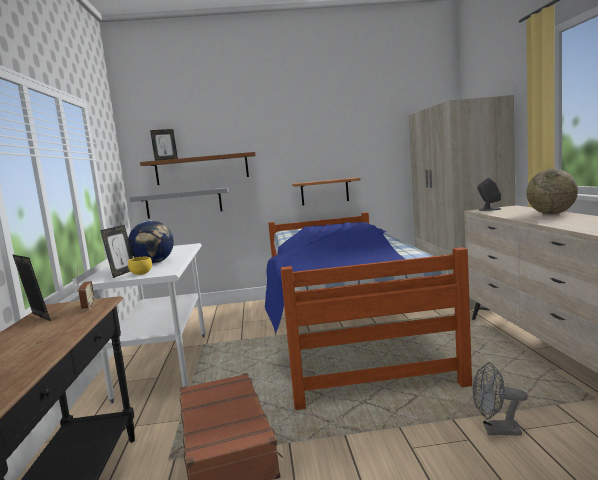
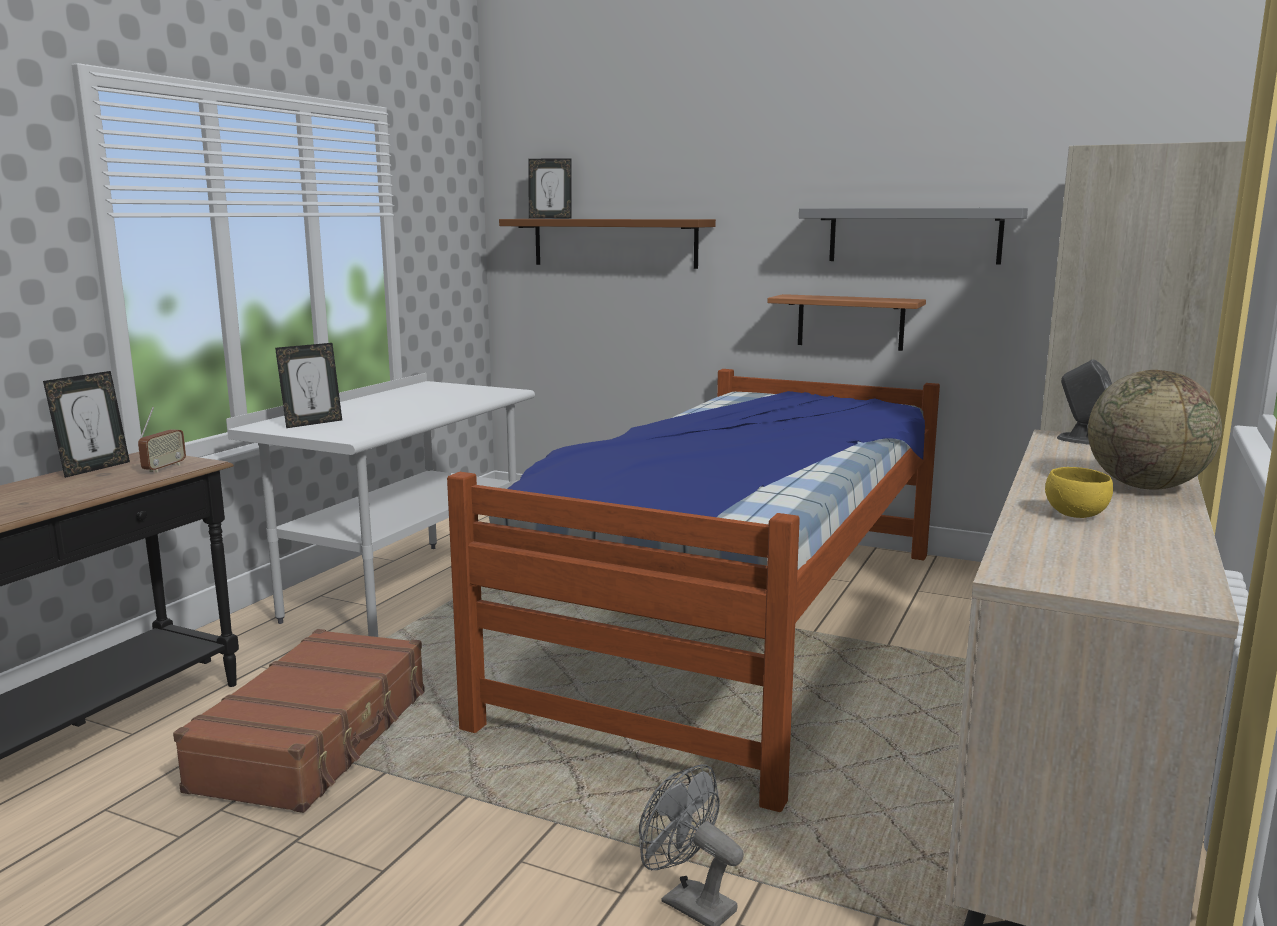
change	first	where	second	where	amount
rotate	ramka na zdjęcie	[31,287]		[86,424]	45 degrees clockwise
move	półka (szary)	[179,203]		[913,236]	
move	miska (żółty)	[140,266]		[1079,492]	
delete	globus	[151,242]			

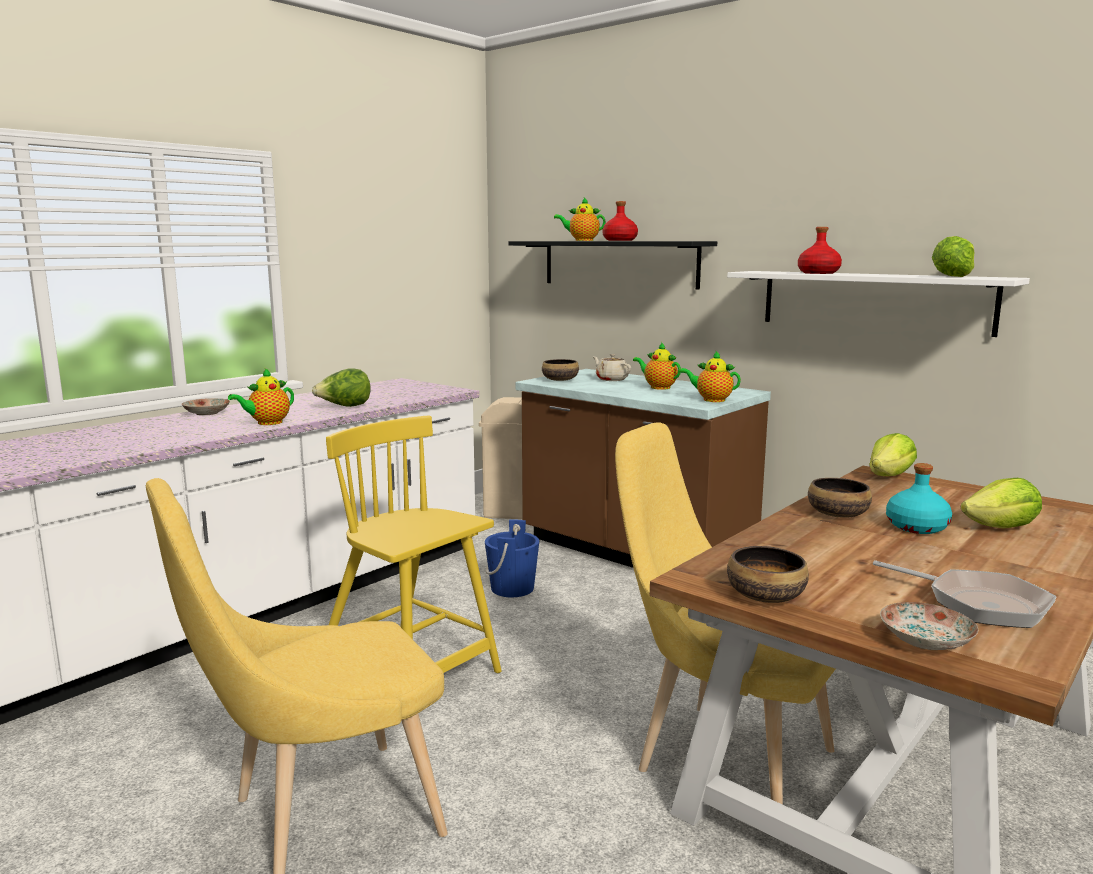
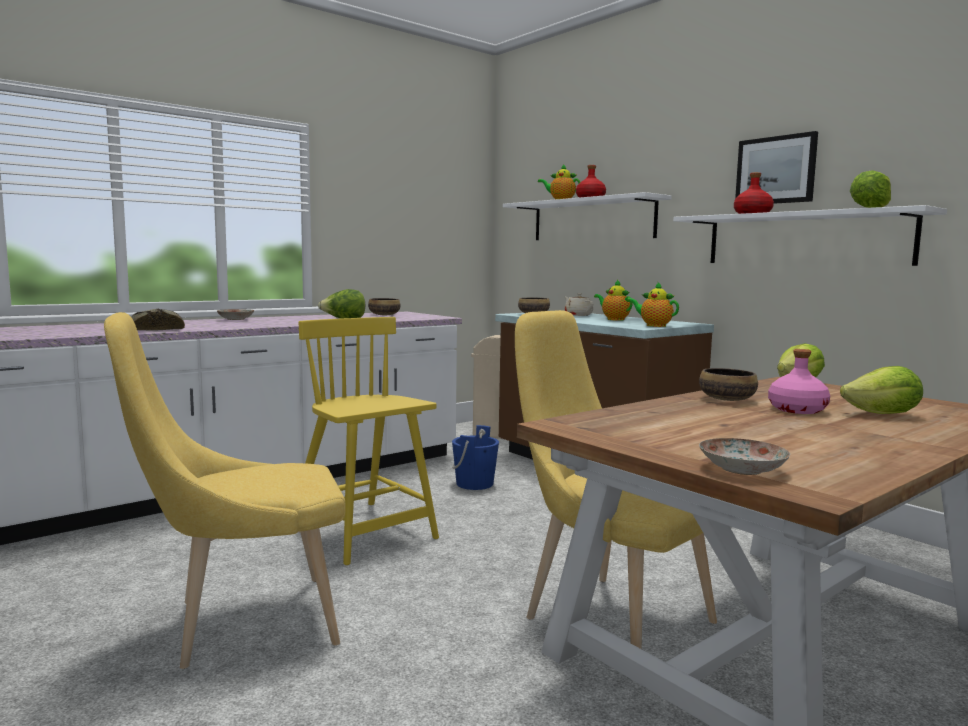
change	first	where	second	where	amount
insert			chleb	[158,319]	
move	miska	[768,574]		[384,306]	
recolor	półka (czarny)	[612,265]	półka (biały)	[587,216]	
insert			obraz	[776,167]	
recolor	butelka (turkusowy)	[919,498]	butelka (różowy)	[799,381]	
delete	imbryk	[261,396]			
delete	patelnia	[964,594]			

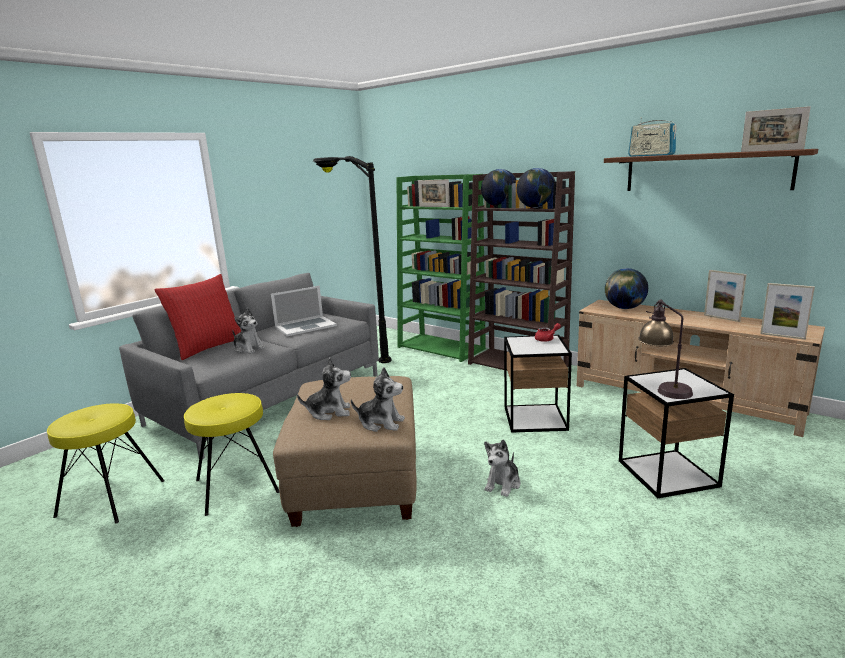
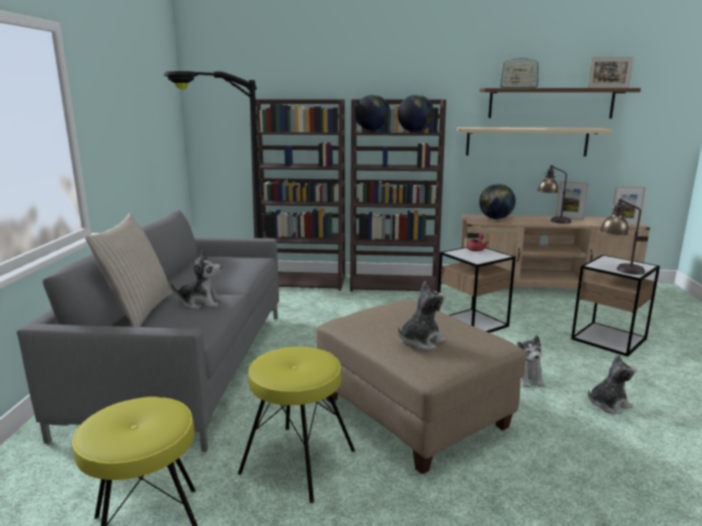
change	first	where	second	where	amount
recolor	poduszka (czerwony)	[197,317]	poduszka (beżowy)	[128,270]	
recolor	regał (zielony)	[441,268]	regał (brązowy)	[297,195]	
insert			półka (beżowy)	[534,142]	
insert			lampa stołowa	[554,194]	
move	pluszak	[378,399]		[612,384]	
delete	laptop	[304,311]			
delete	ramka na zdjęcie	[434,193]			

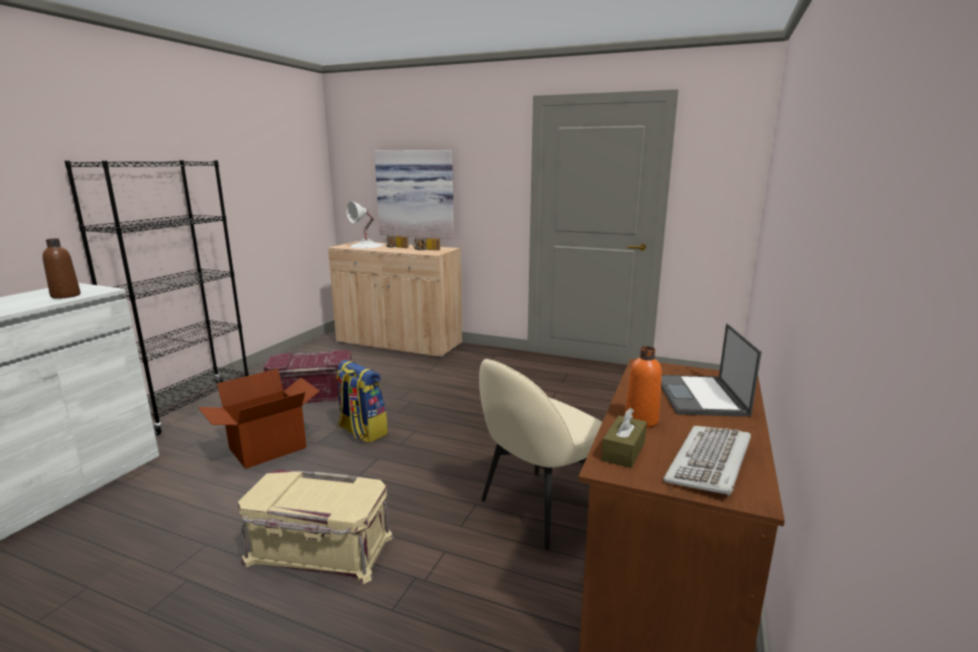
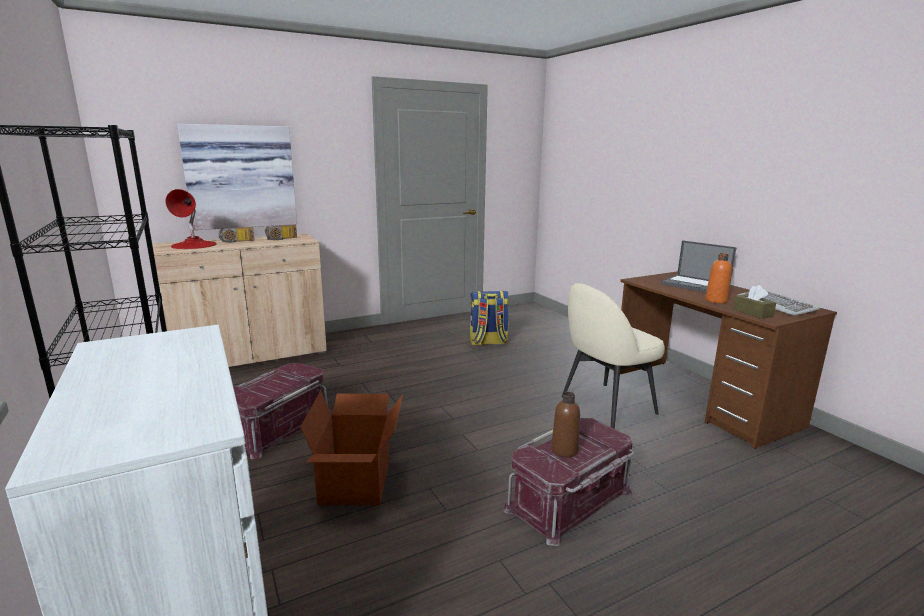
change	first	where	second	where	amount
recolor	lampa stołowa (biały)	[364,225]	lampa stołowa (czerwony)	[191,219]	
move	plecak	[362,401]		[489,318]	
recolor	pojemnik do przechowywania (beżowy)	[316,526]	pojemnik do przechowywania (czerwony)	[569,482]	
move	butelka (brązowy)	[61,268]		[565,424]	
rotate	krzesło (beżowy)	[540,455]		[613,356]	60 degrees clockwise

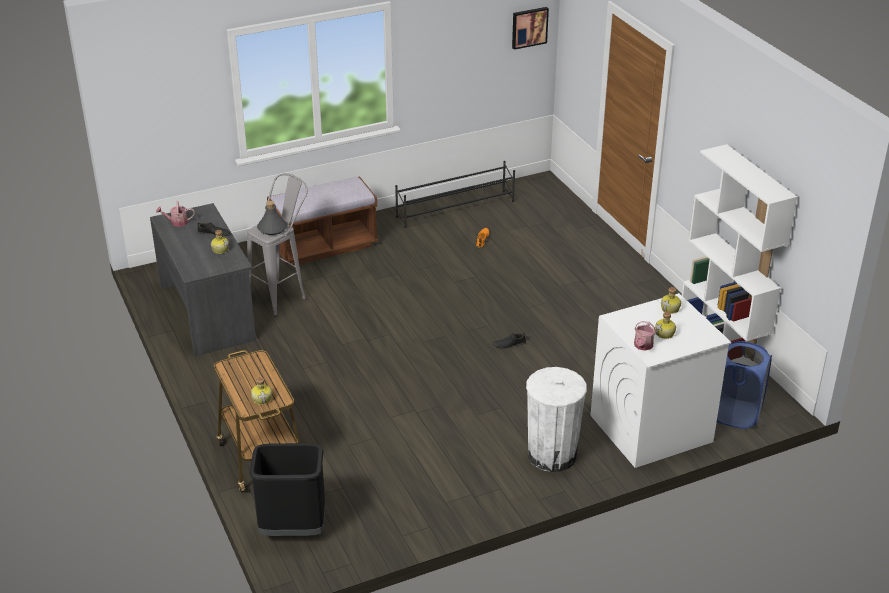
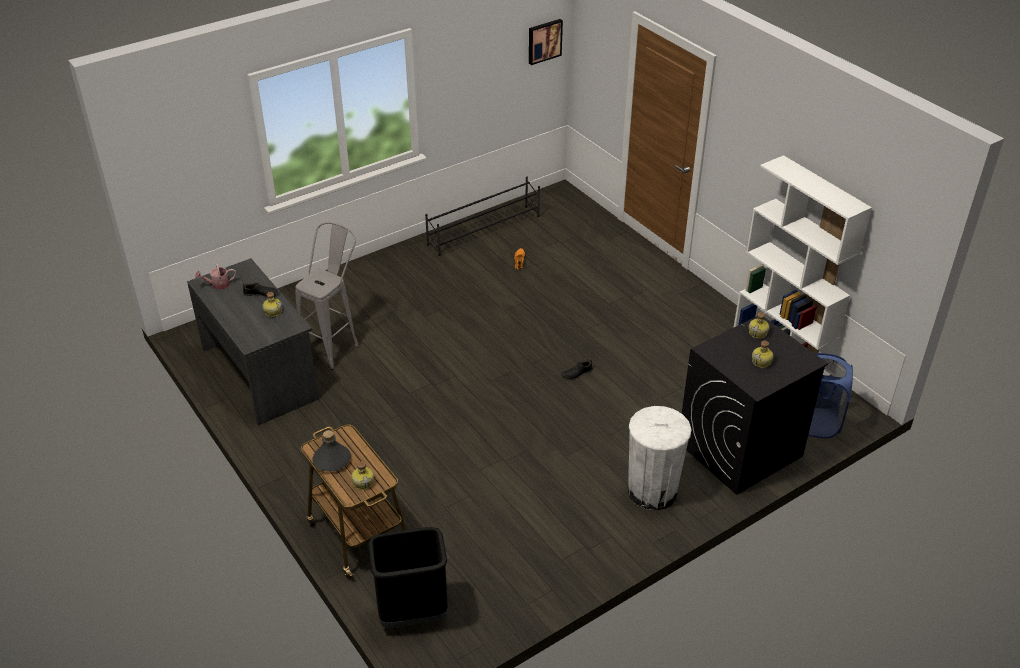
change	first	where	second	where	amount
move	butelka (szary)	[272,218]		[332,451]	
recolor	pralka (biały)	[661,380]	pralka (czarny)	[755,405]	
delete	ławka (brązowy)	[323,221]			
delete	konewka	[645,336]			

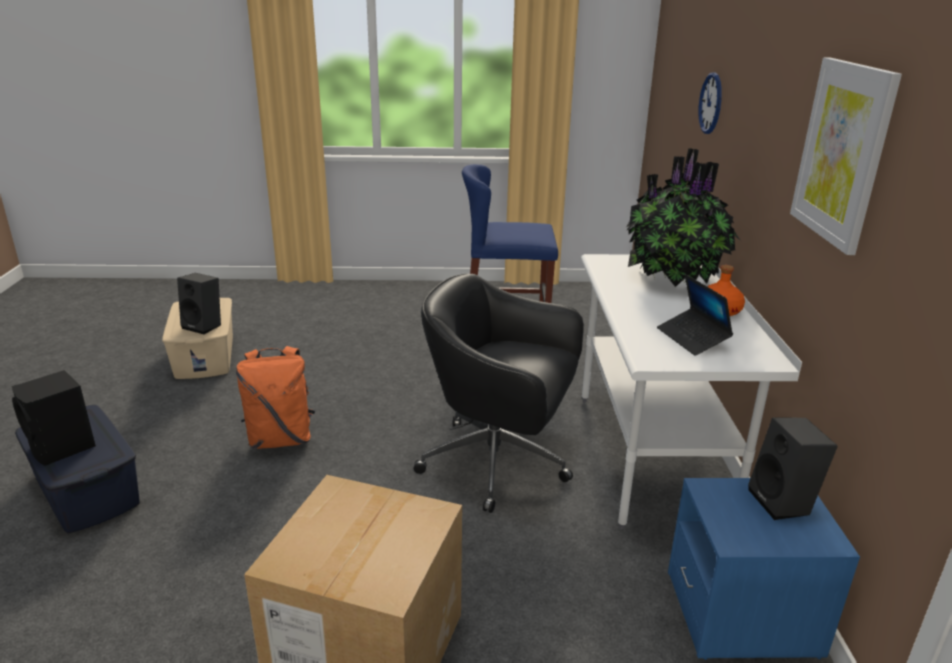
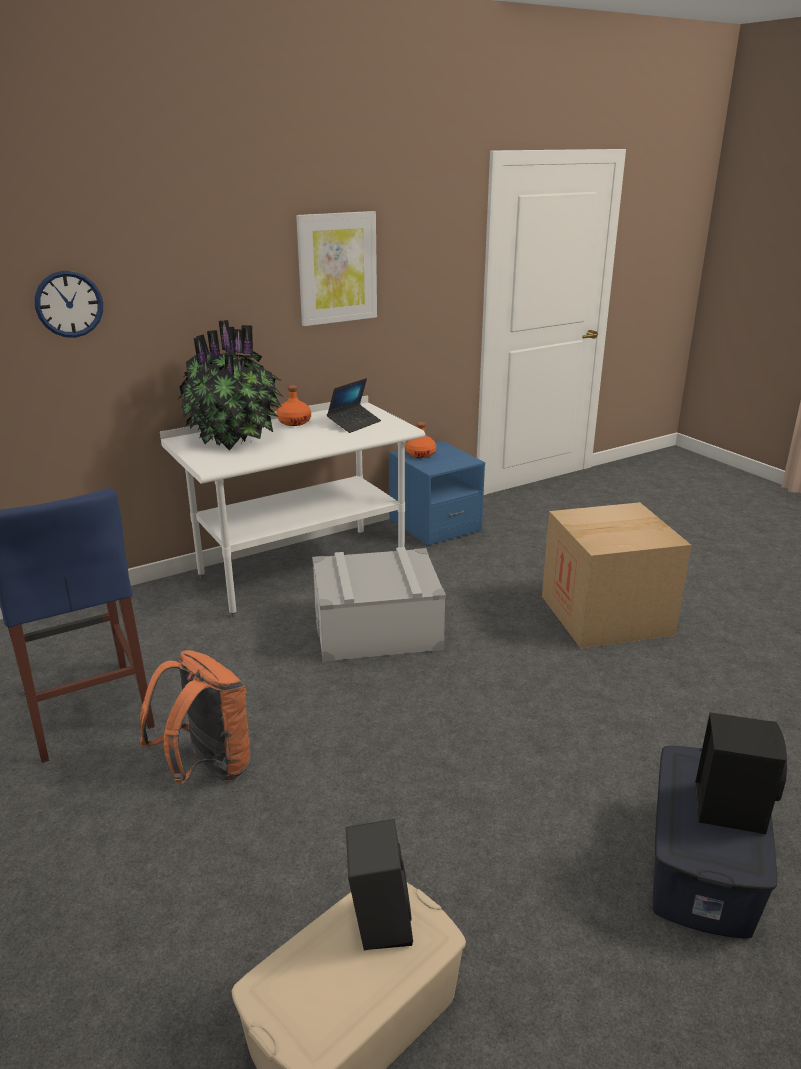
change	first	where	second	where	amount
move	plecak (pomarańczowy)	[275,397]		[195,717]	
replace	krzesło biurowe (czarny)	[499,393]	pojemnik do przechowywania (szary)	[379,604]	
replace	głośnik (czarny)	[793,468]	butelka (pomarańczowy)	[421,440]	

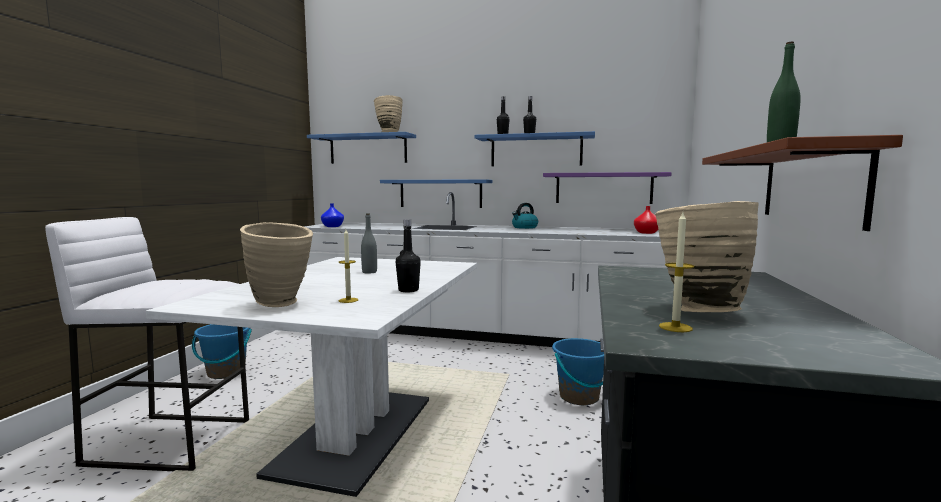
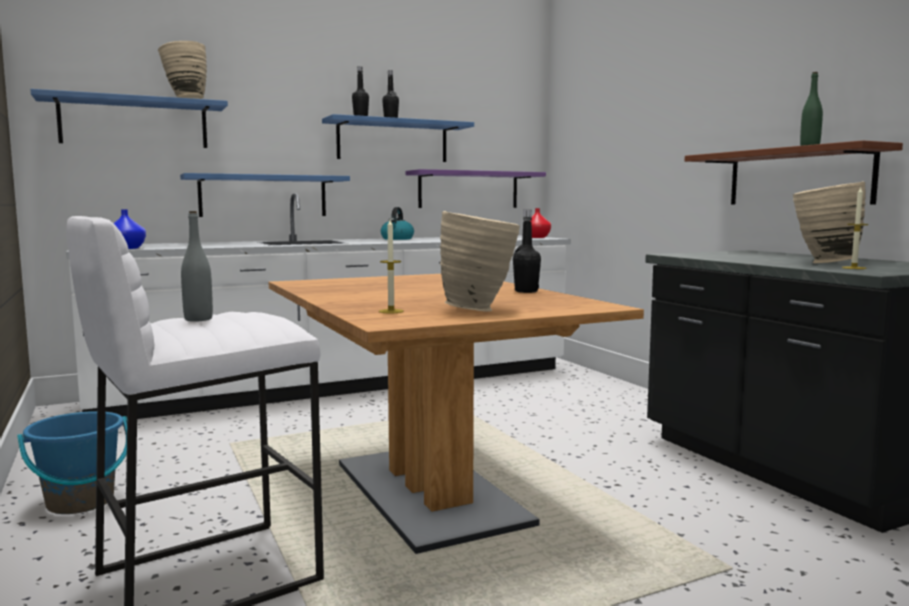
change	first	where	second	where	amount
move	butelka (szary)	[369,243]		[197,266]	
recolor	stół jadalny (biały)	[311,377]	stół jadalny (brązowy)	[456,414]	
move	świeca	[349,266]		[391,266]	
delete	wiadro (niebieski)	[578,371]			

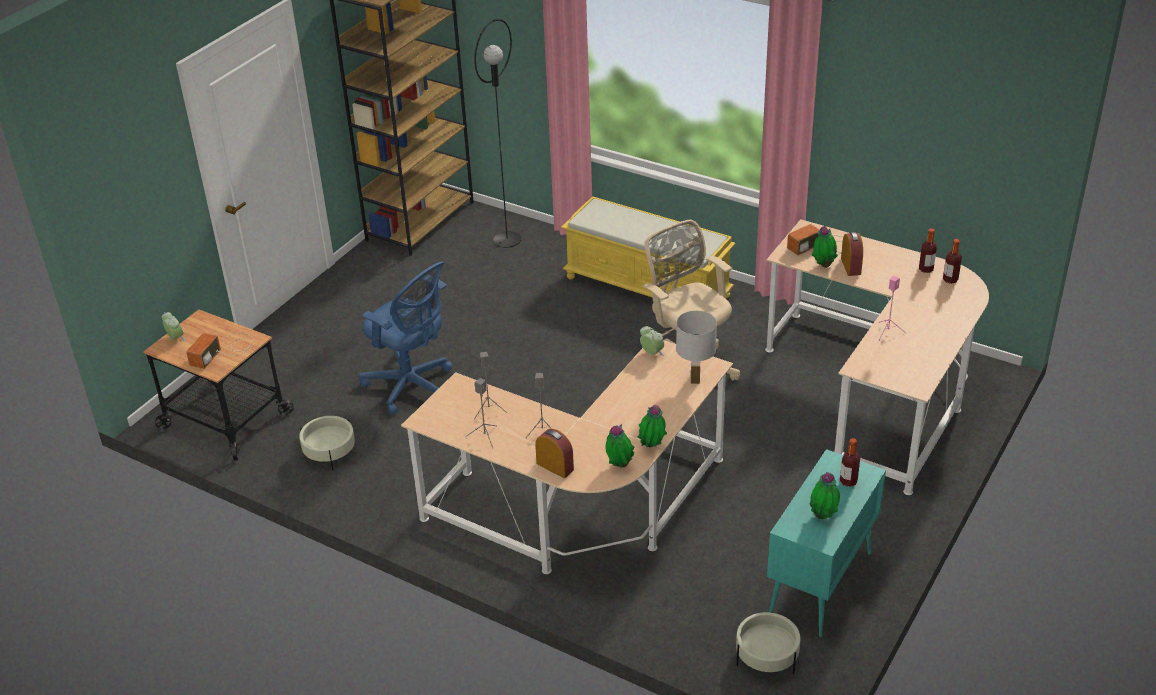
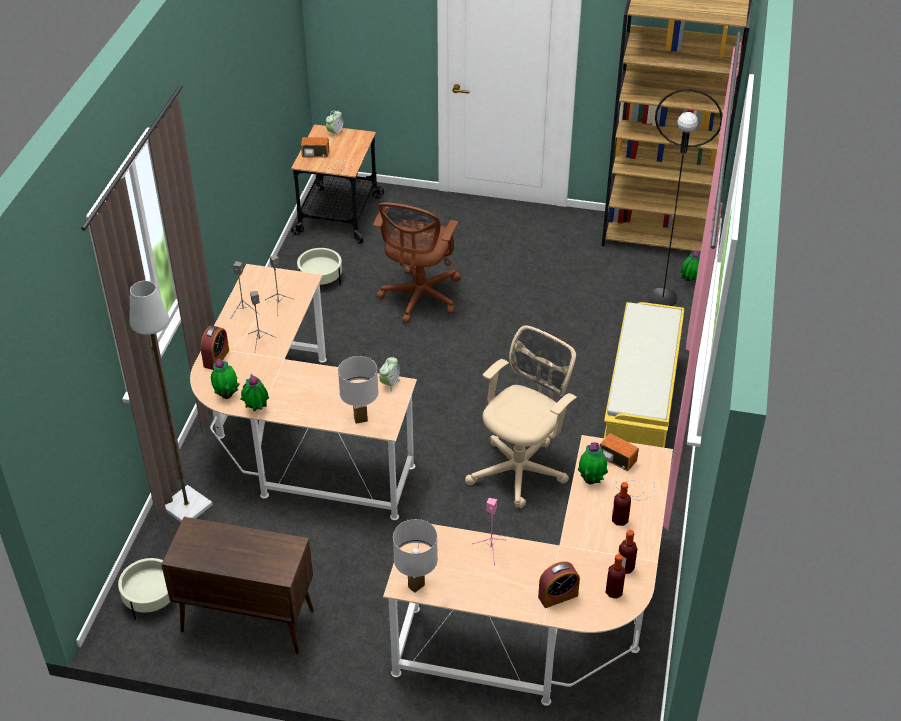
change	first	where	second	where	amount
insert			lampa stojąca (szary)	[171,401]	
recolor	szafka (turkusowy)	[826,543]	szafka (brązowy)	[237,585]	
recolor	krzesło biurowe (niebieski)	[406,338]	krzesło biurowe (brązowy)	[417,262]	
insert			lampa stołowa (biały)	[415,556]	
move	budzik	[852,254]		[559,584]	
move	butelka	[850,462]		[621,504]	
move	roślina doniczkowa	[825,496]		[690,265]	

